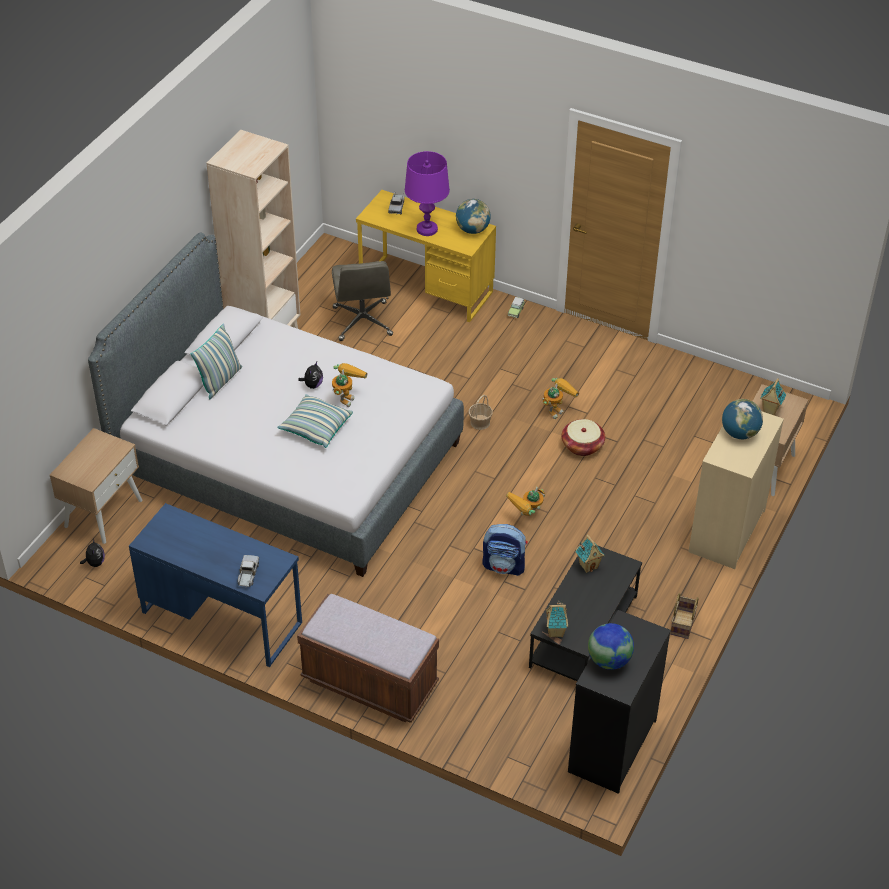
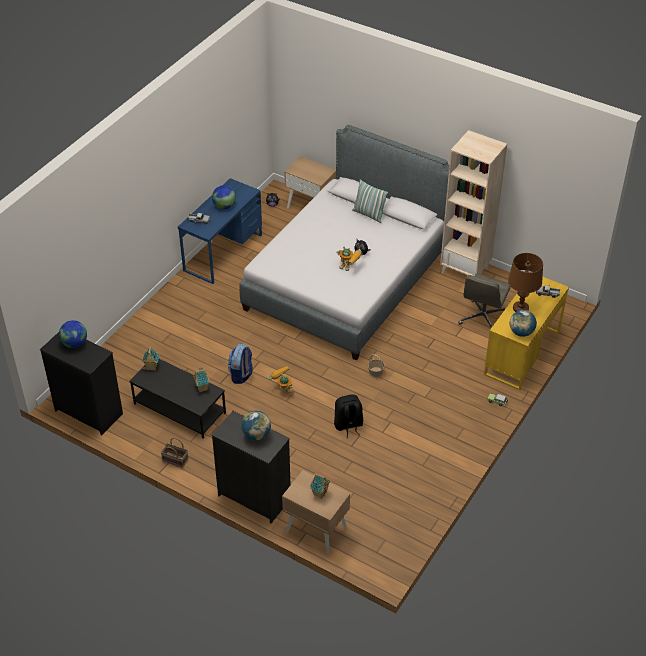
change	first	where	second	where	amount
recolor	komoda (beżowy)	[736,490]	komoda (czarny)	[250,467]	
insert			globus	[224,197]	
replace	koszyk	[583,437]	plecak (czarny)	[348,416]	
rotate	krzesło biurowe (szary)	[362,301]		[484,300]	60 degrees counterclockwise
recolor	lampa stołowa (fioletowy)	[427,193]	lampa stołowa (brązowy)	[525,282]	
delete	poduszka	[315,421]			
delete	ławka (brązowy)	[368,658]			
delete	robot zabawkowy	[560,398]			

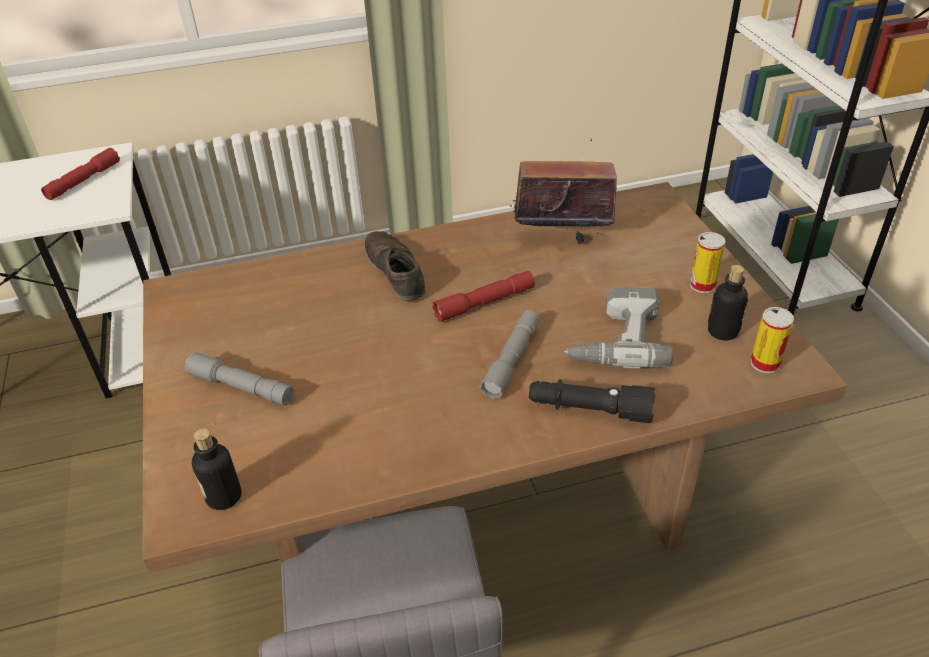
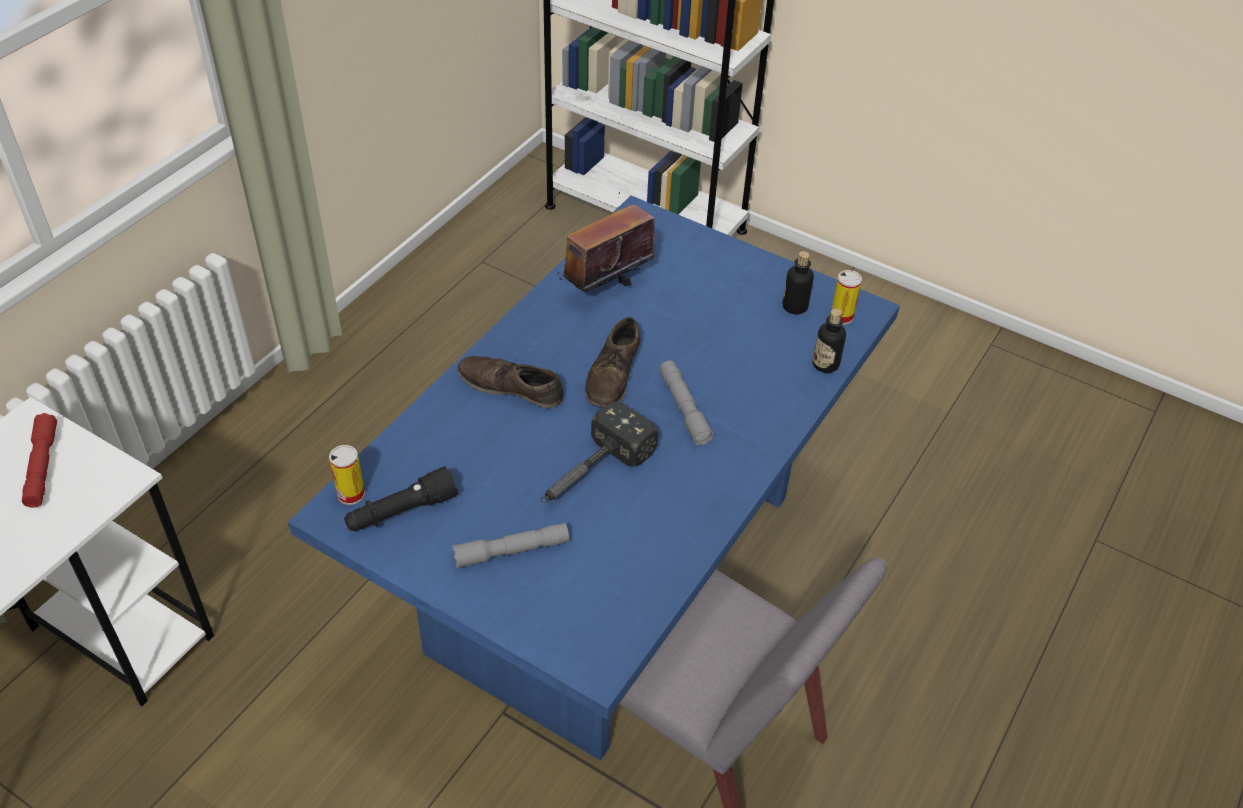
change	first	where	second	where	amount
recolor	stół jadalny (brązowy)	[495,377]	stół jadalny (niebieski)	[594,478]	
move	puszka	[707,262]		[347,475]	
move	latarka (czarny)	[592,401]		[401,498]	
insert			młotek	[599,452]	
replace	latarka (czerwony)	[483,296]	but (brązowy)	[612,362]	
move	butelka	[217,469]		[829,341]	
delete	wiertarka	[618,328]			

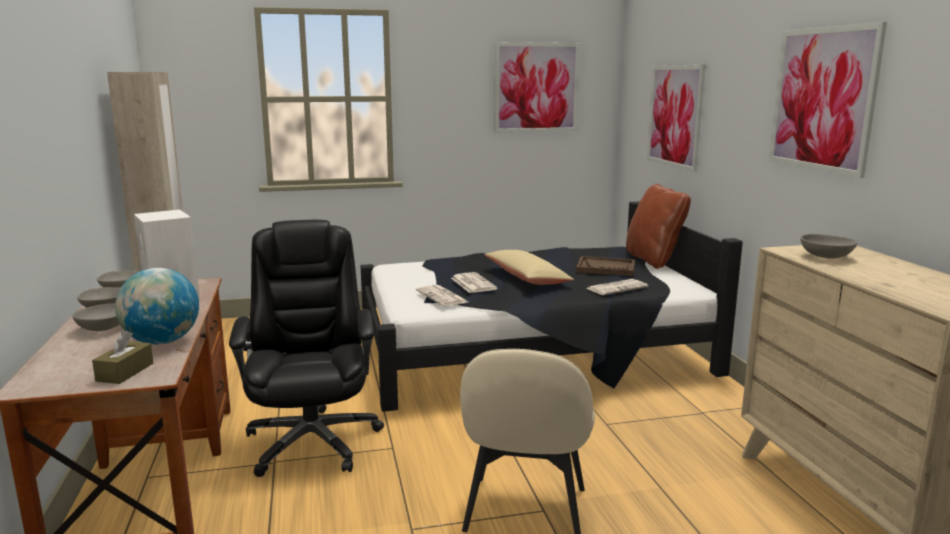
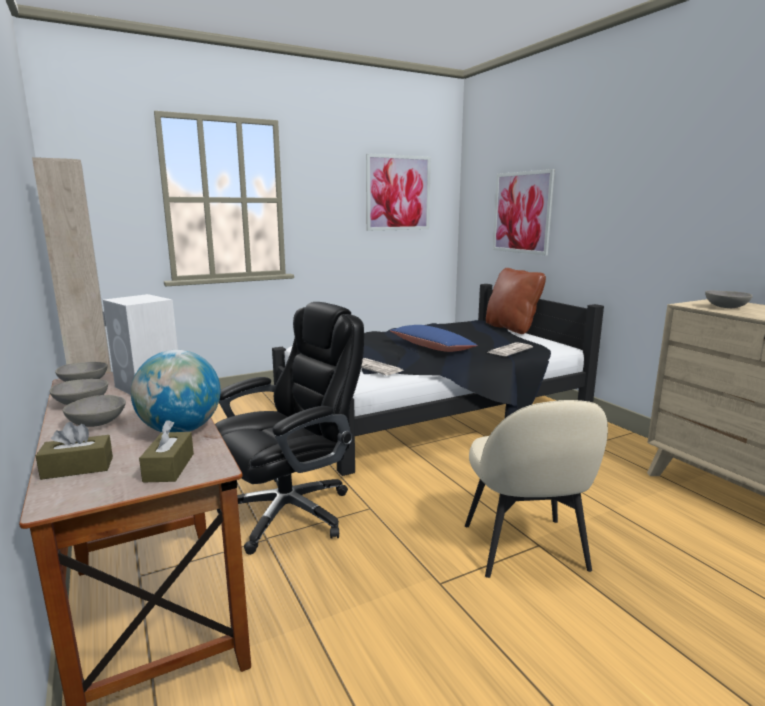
change	first	where	second	where	amount
insert			pudełko chusteczek (brązowy)	[74,451]	
rotate	krzesło biurowe (czarny)	[306,348]		[289,428]	75 degrees clockwise
recolor	poduszka (beżowy)	[529,267]	poduszka (niebieski)	[434,338]	
delete	gazeta	[474,282]			
delete	taca (brązowy)	[605,266]			
delete	obraz	[828,100]			

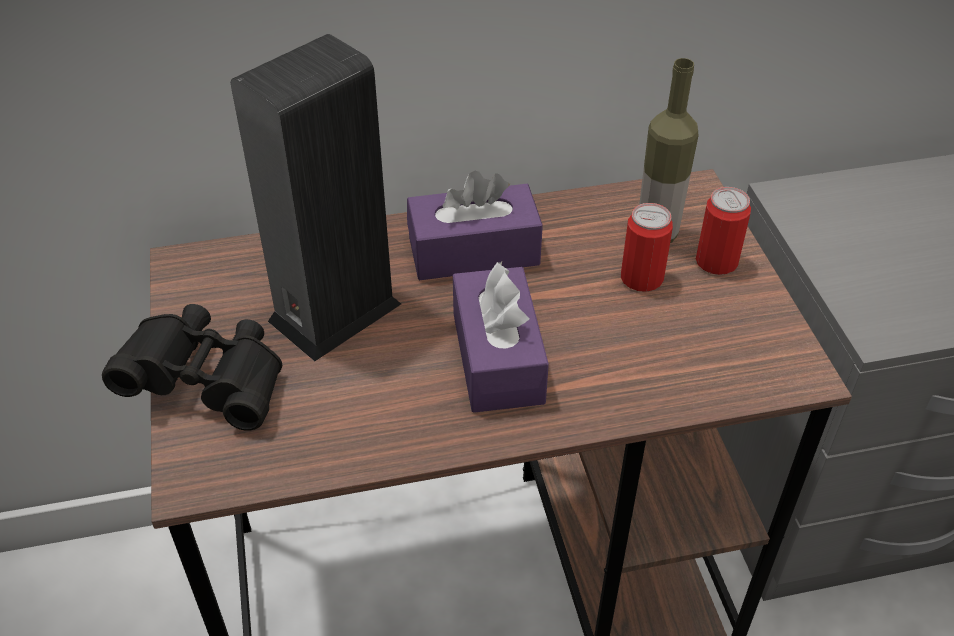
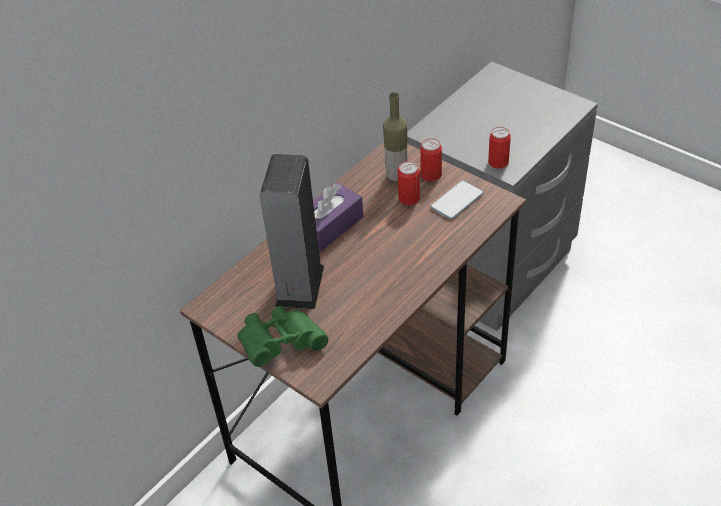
change	first	where	second	where	amount
recolor	lornetka (czarny)	[192,367]	lornetka (zielony)	[282,336]	
insert			telefon	[457,200]	
insert			puszka	[499,147]	
delete	pudełko chusteczek (fioletowy)	[501,337]			

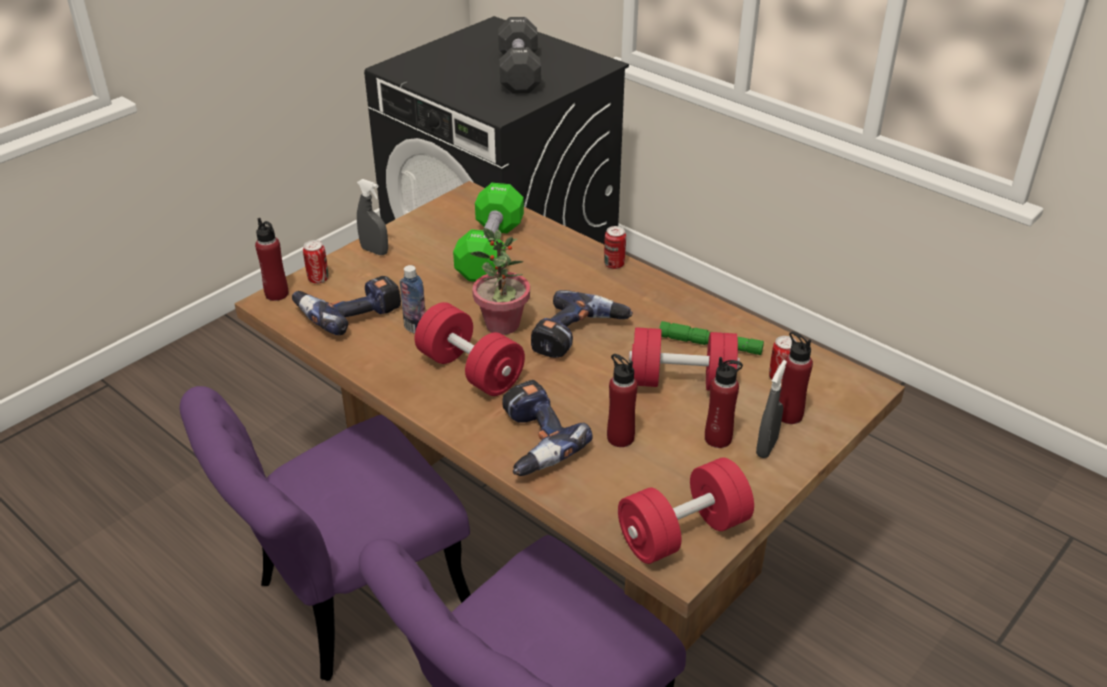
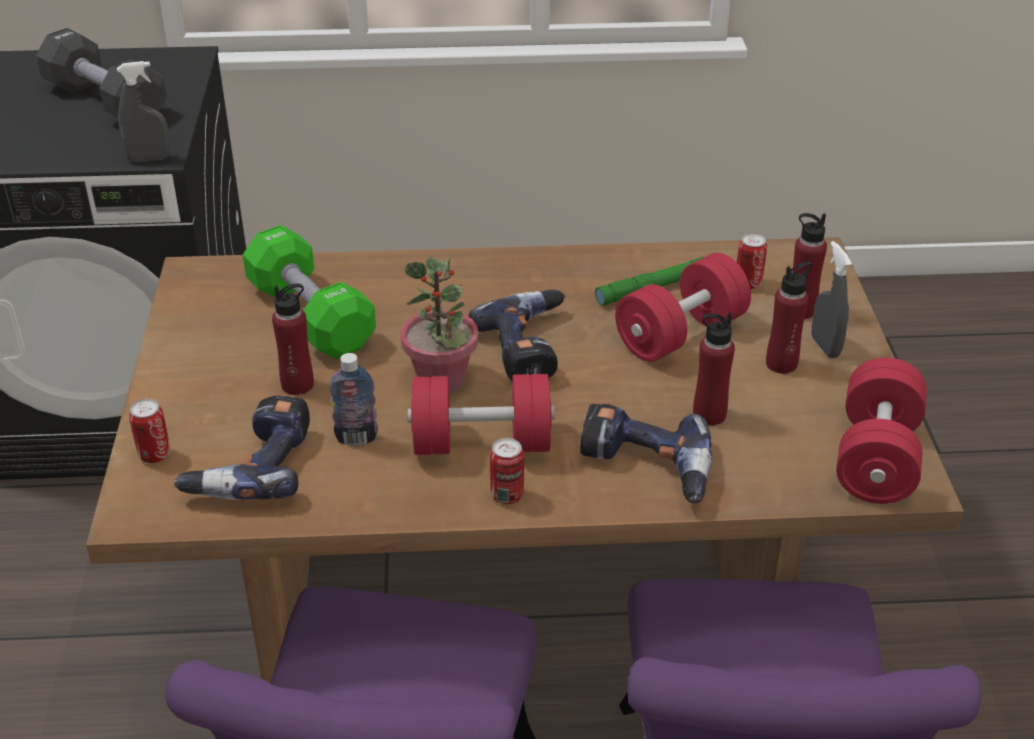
change	first	where	second	where	amount
move	spryskiwacz (szary)	[372,217]		[143,111]	
move	butelka (czerwony)	[272,259]		[293,339]	
move	puszka	[615,247]		[507,471]	

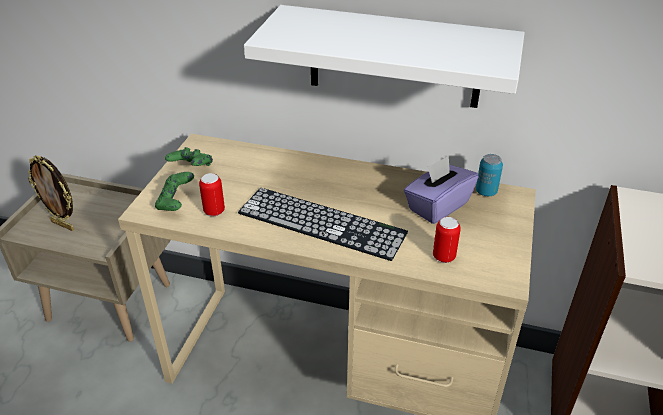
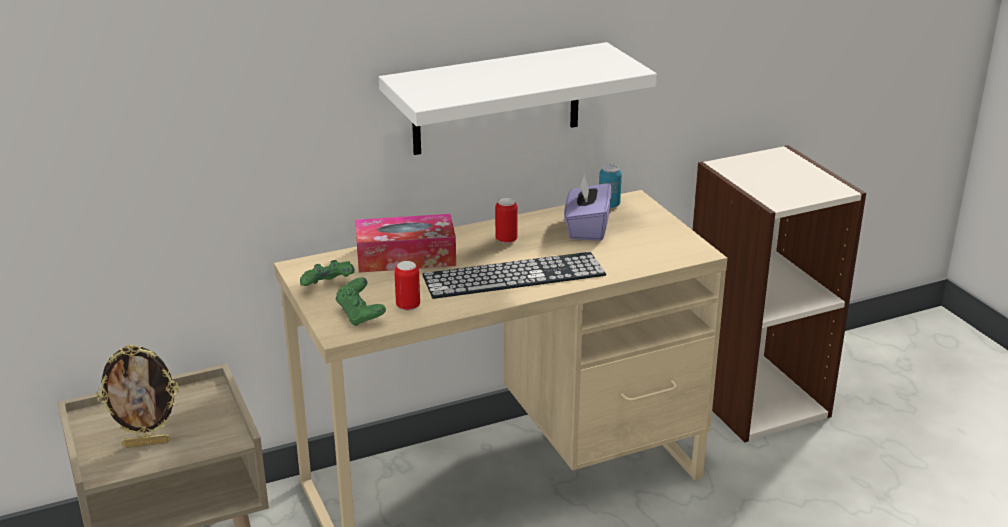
change	first	where	second	where	amount
insert			pudełko chusteczek	[405,243]	
move	puszka	[447,240]		[506,221]	

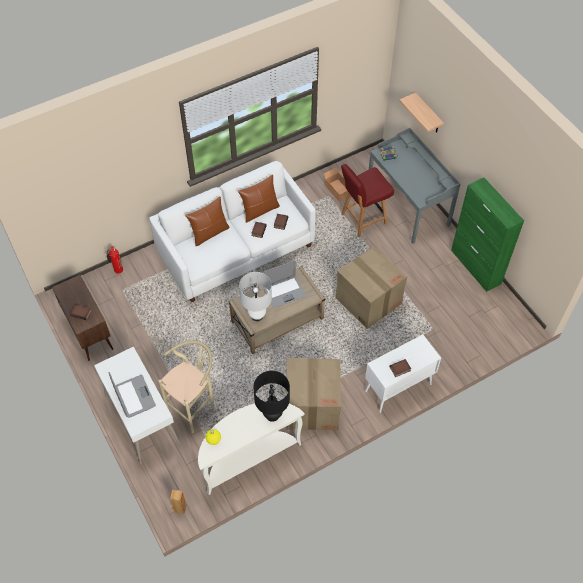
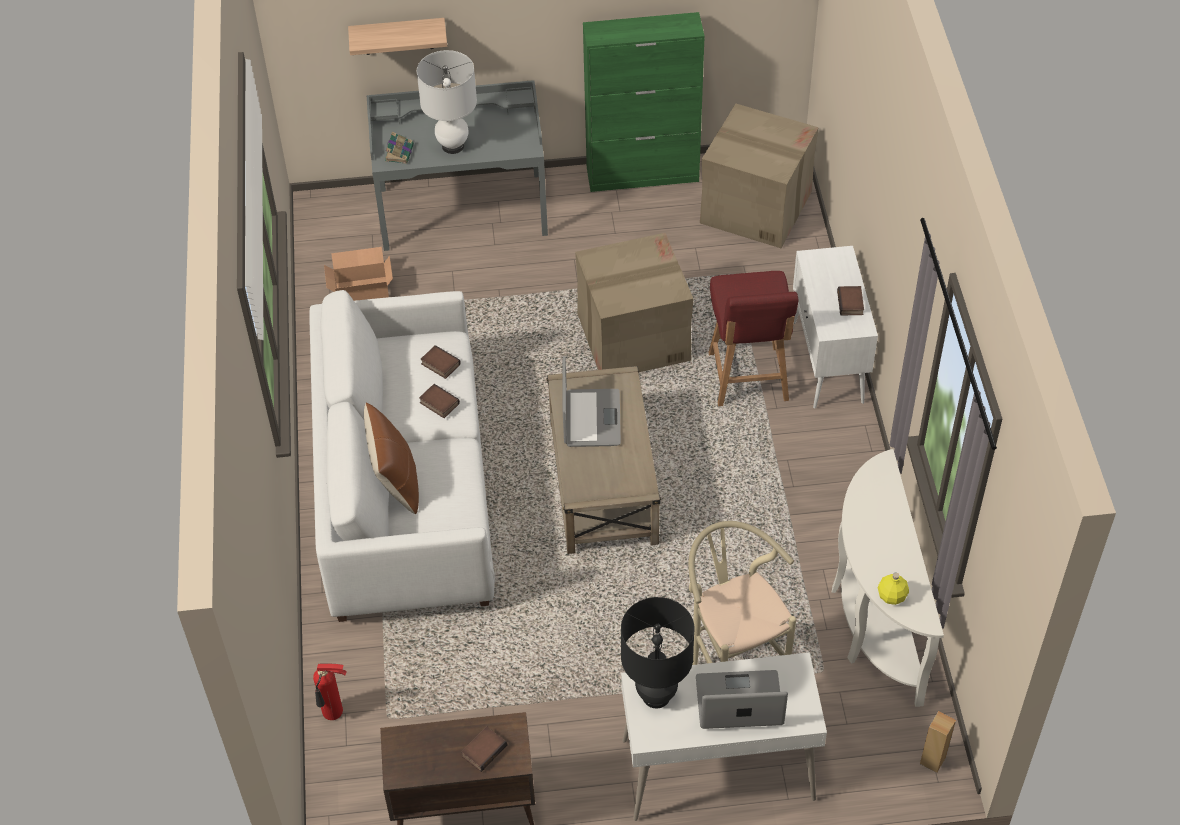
change	first	where	second	where	amount
move	lampa stołowa (biały)	[255,296]		[447,102]	
move	lampa stołowa (czarny)	[271,396]		[658,653]	
move	karton	[314,394]		[759,176]	
move	krzesło (czerwony)	[367,200]		[753,338]	
delete	poduszka (brązowy)	[259,198]			

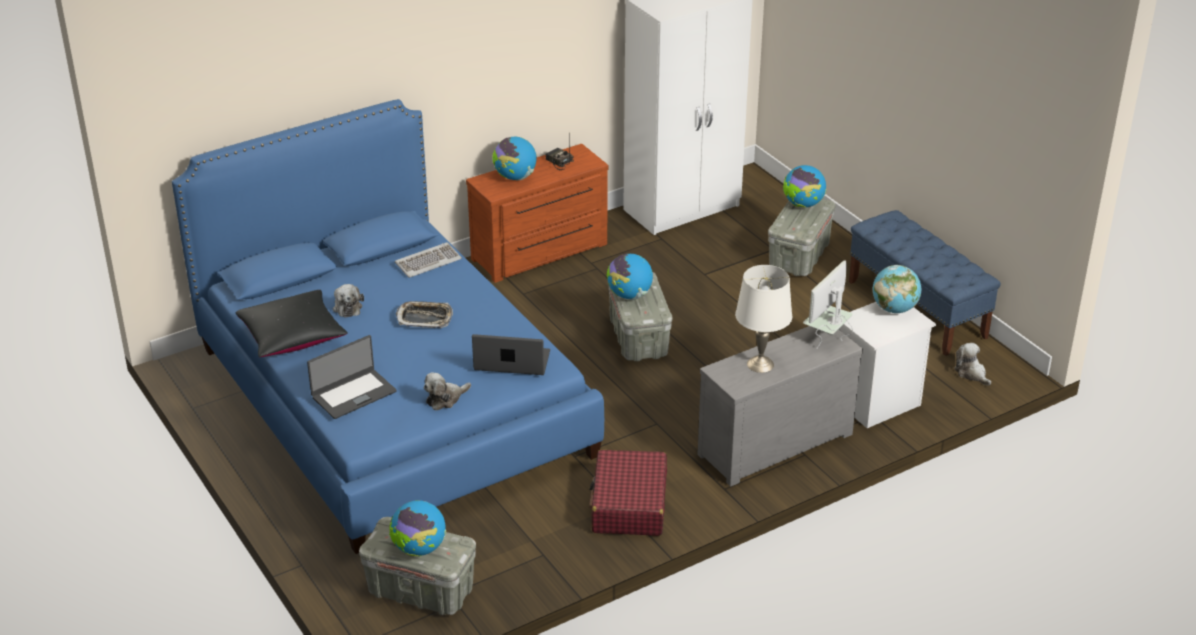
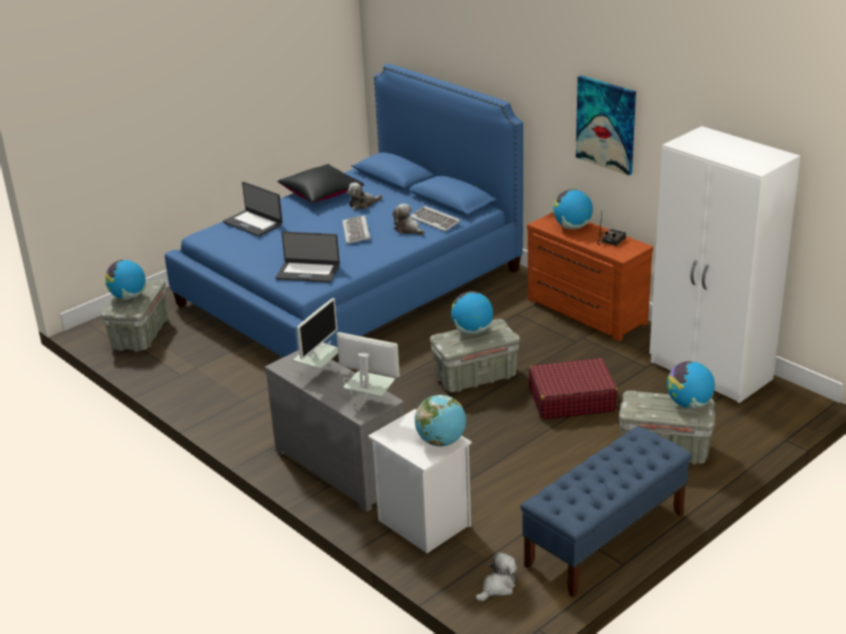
change	first	where	second	where	amount
rotate	laptop	[511,354]		[307,256]	105 degrees clockwise
replace	lampa stołowa (biały)	[763,319]	monitor	[315,333]	
replace	taca	[424,314]	klawiatura	[356,230]	
move	pluszak	[447,391]		[408,219]	
move	walizka (czerwony)	[628,493]		[573,389]	
insert			obraz	[606,125]	

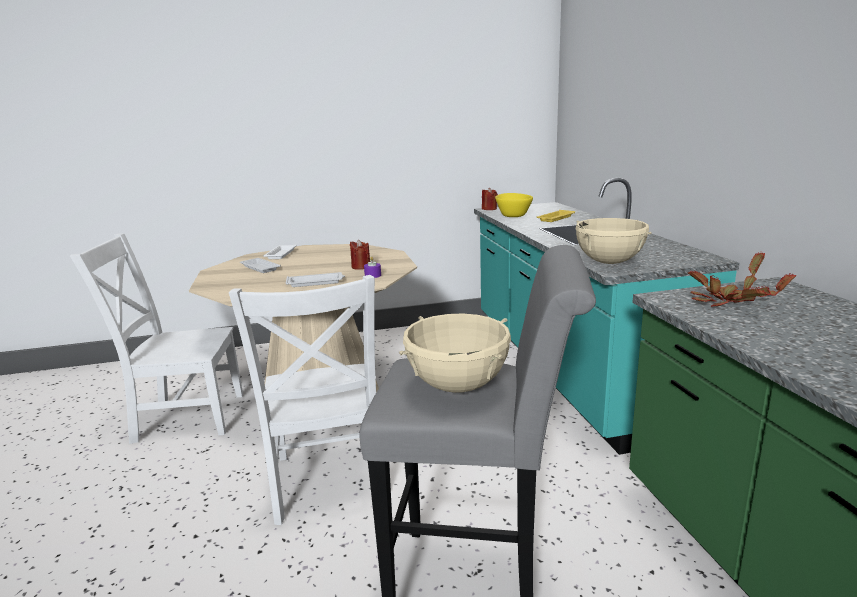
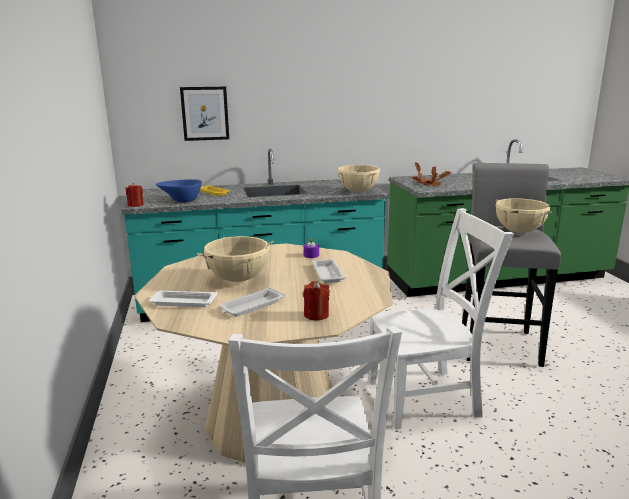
change	first	where	second	where	amount
recolor	miska (żółty)	[514,205]	miska (niebieski)	[178,190]	
insert			obraz	[204,114]	
insert			garnek (beżowy)	[235,259]	
move	świeca (czerwony)	[360,255]		[316,300]	

